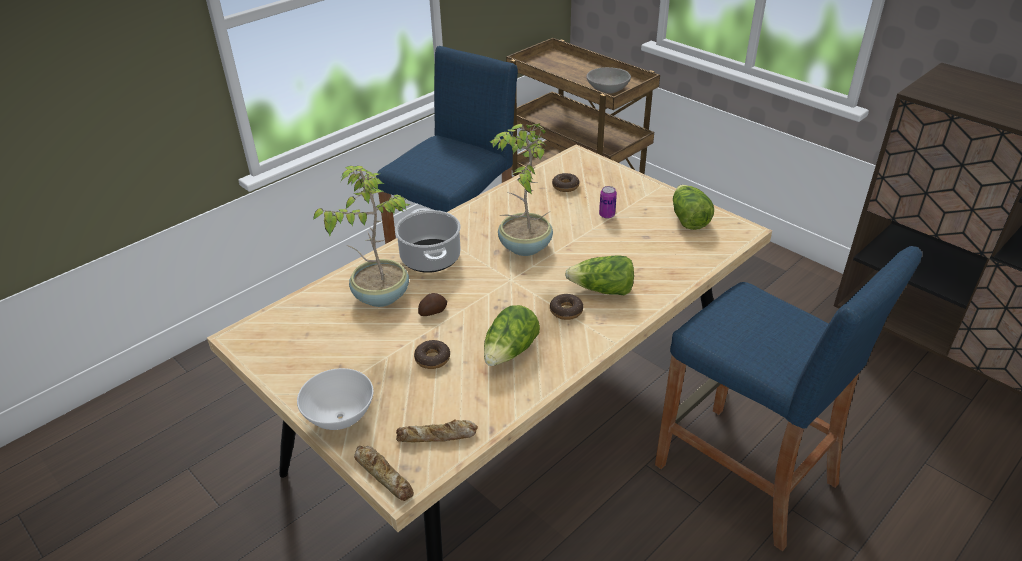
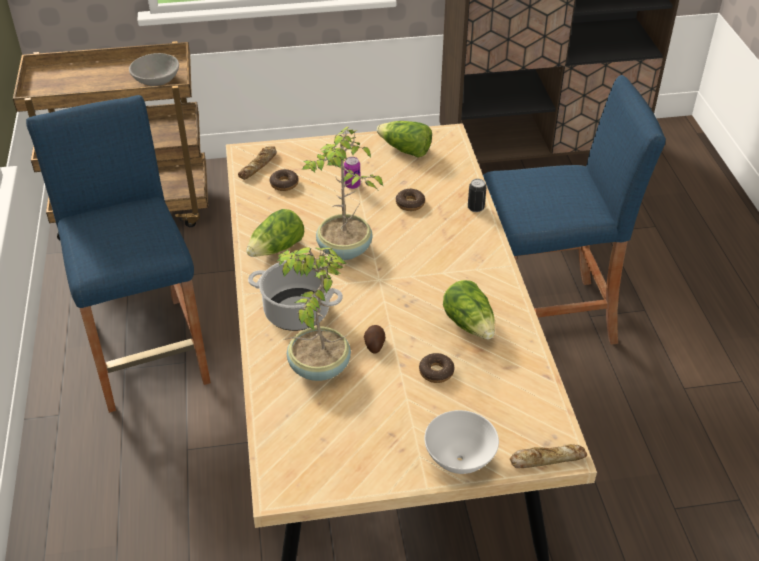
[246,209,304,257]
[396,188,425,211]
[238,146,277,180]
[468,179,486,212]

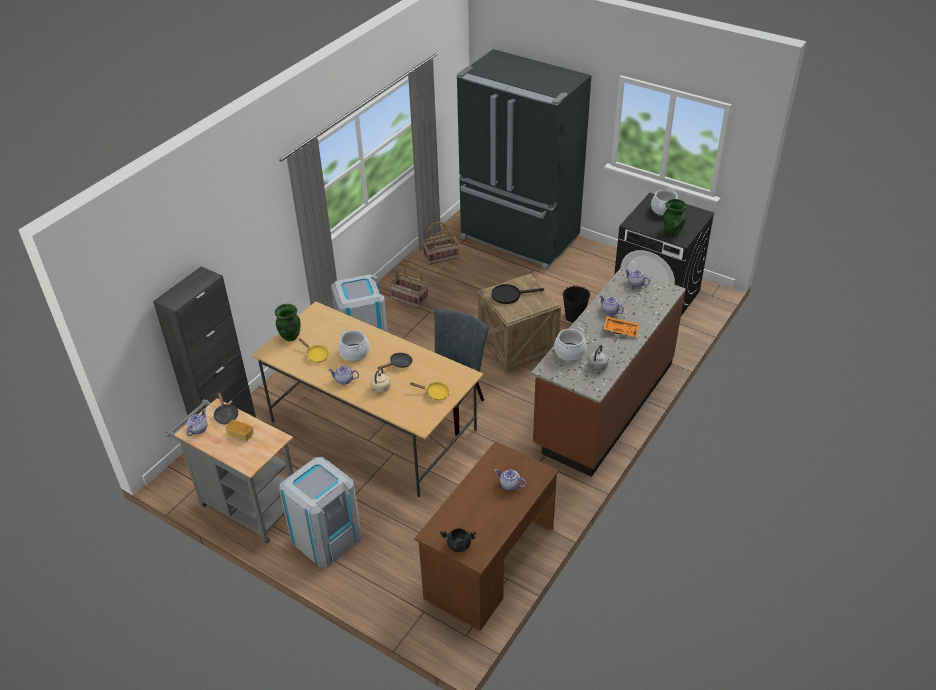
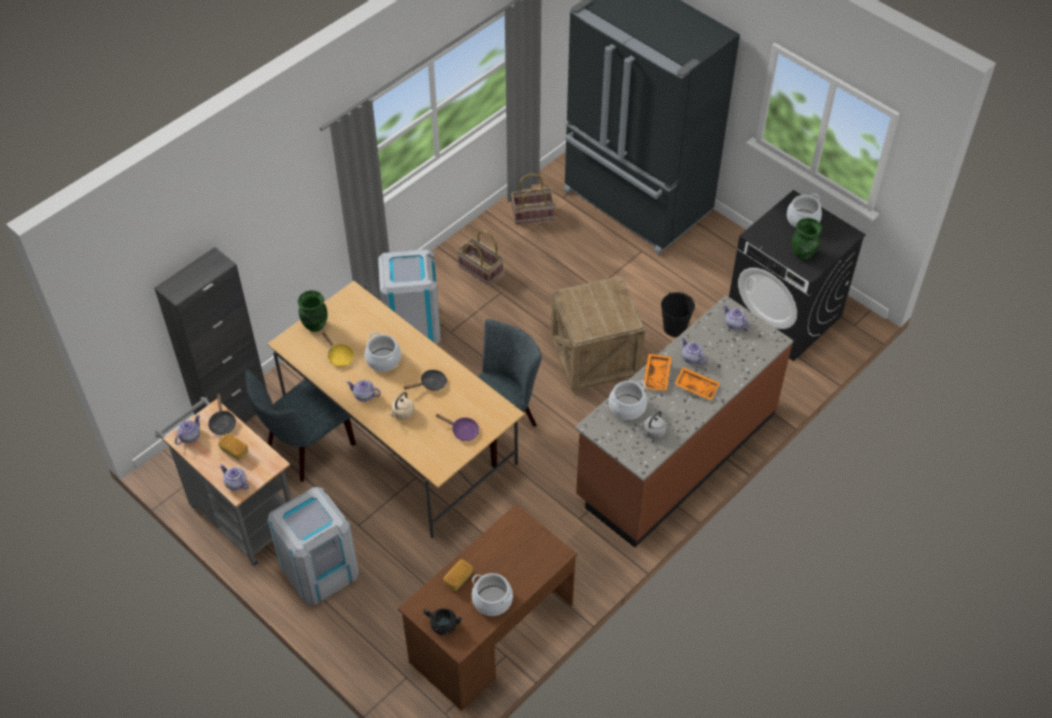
[492,284,544,304] (first image)
[435,414,479,441]
[220,464,249,490]
[643,354,672,391]
[245,369,356,482]
[443,560,473,591]
[472,573,513,616]

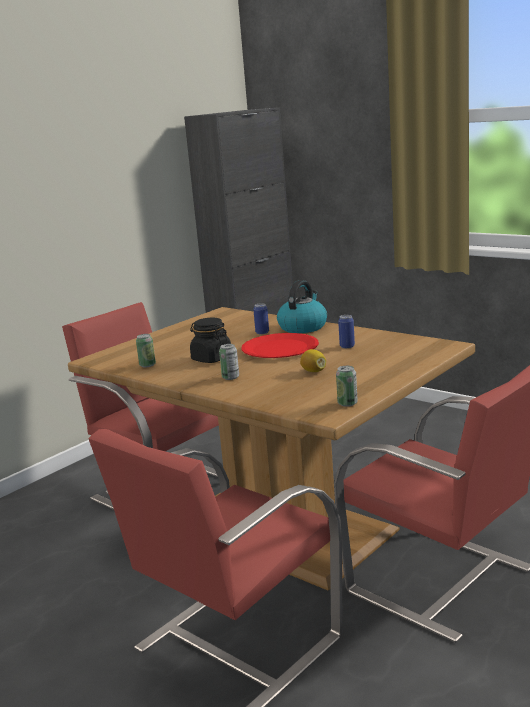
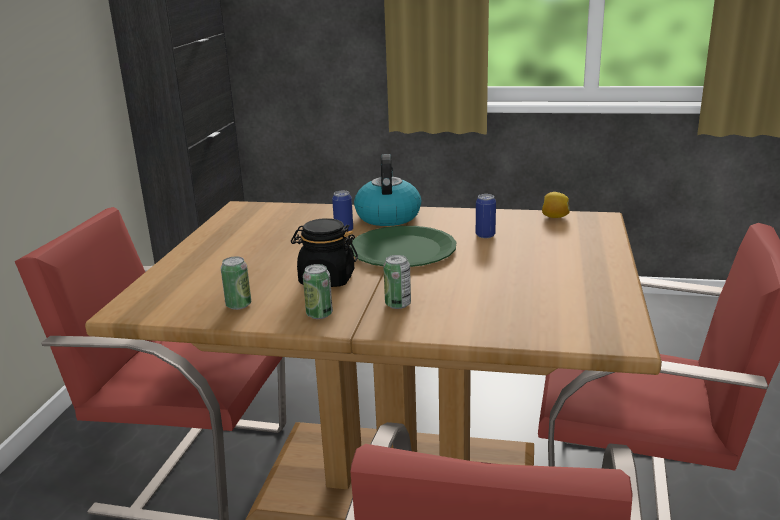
[350,226,456,267]
[542,192,570,218]
[303,264,333,319]

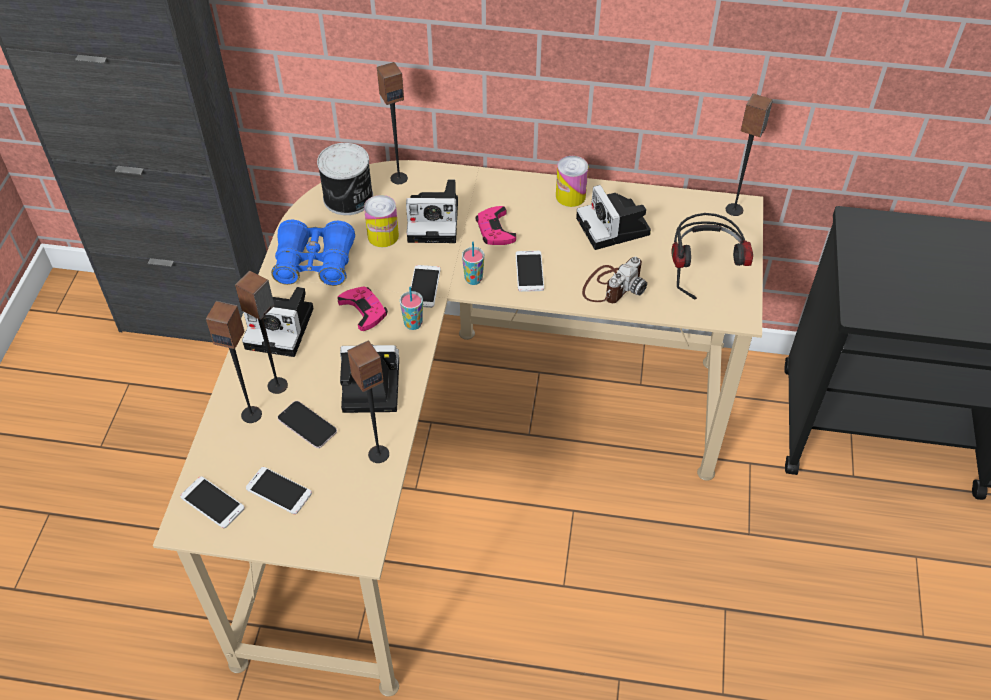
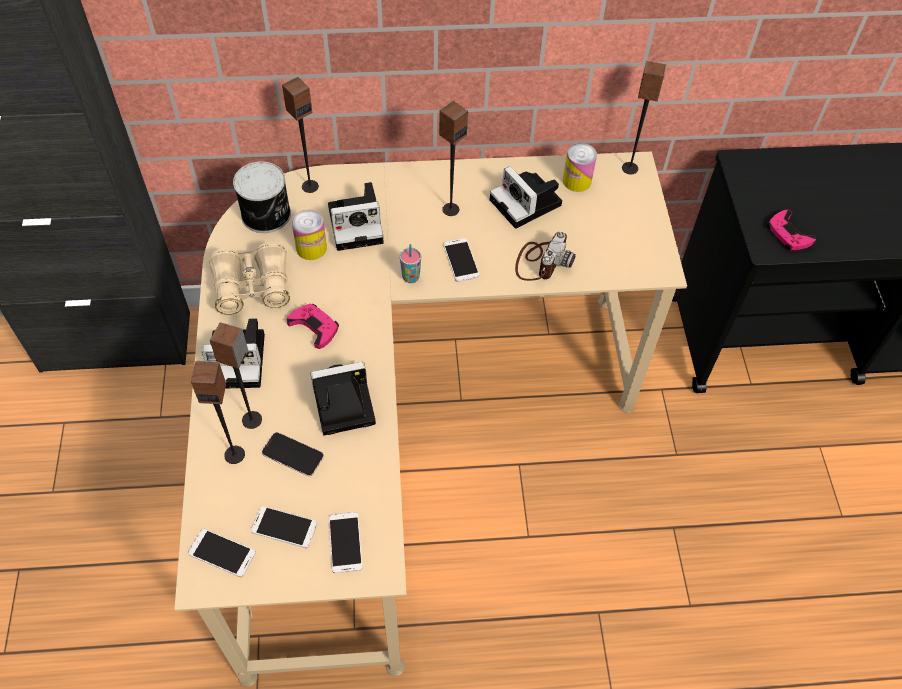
[563,143,597,192]
[767,210,816,250]
[672,213,753,300] (first image)
[209,242,290,315]
[329,512,363,573]
[400,286,423,330] (first image)
[439,101,468,216]

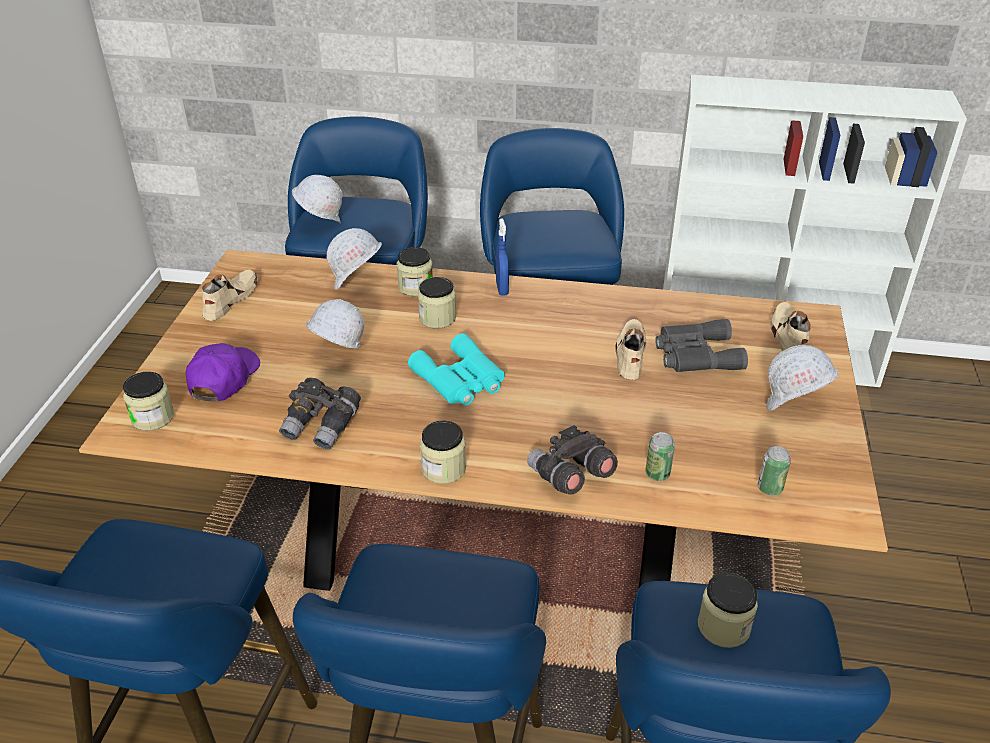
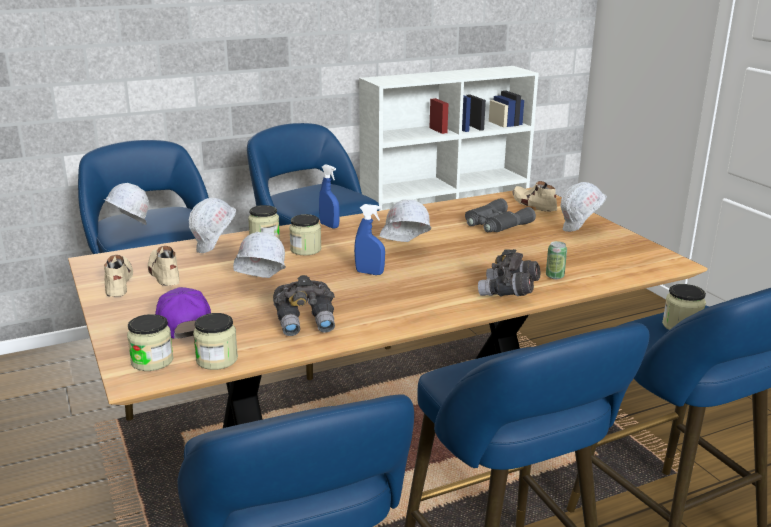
[148,246,179,286]
[354,204,385,275]
[193,313,238,370]
[758,446,791,495] (first image)
[379,199,431,242]

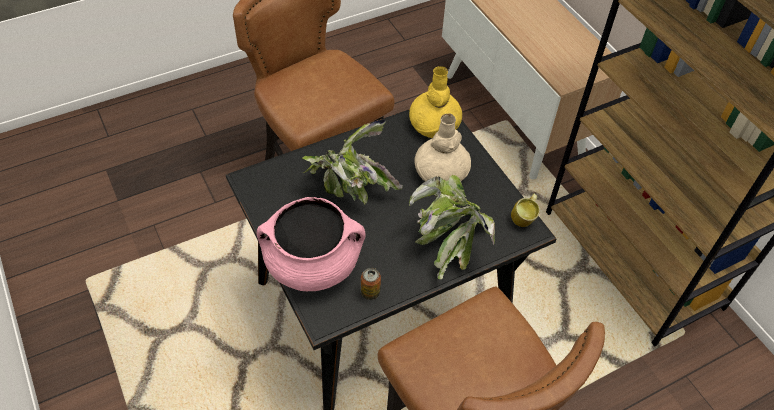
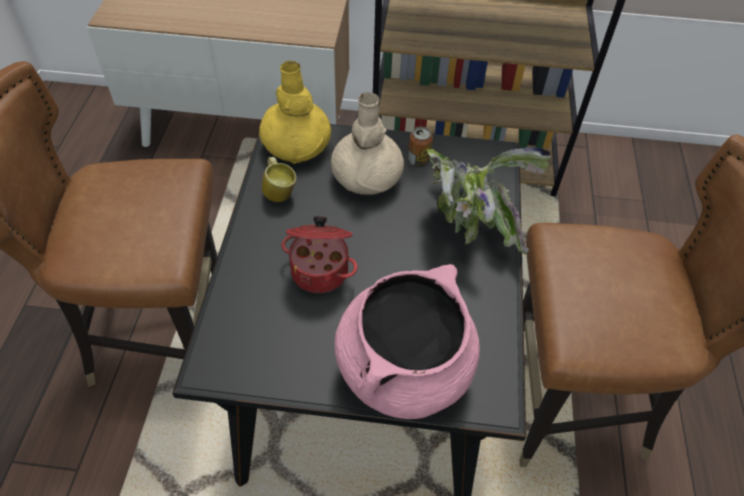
[282,216,358,293]
[262,157,296,202]
[408,127,433,167]

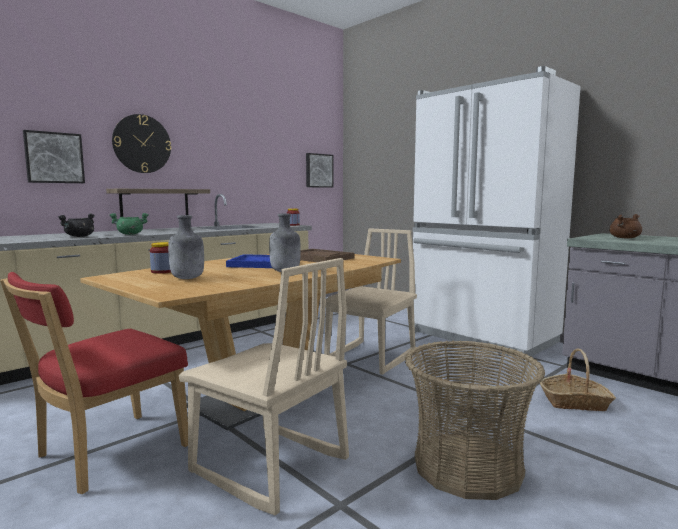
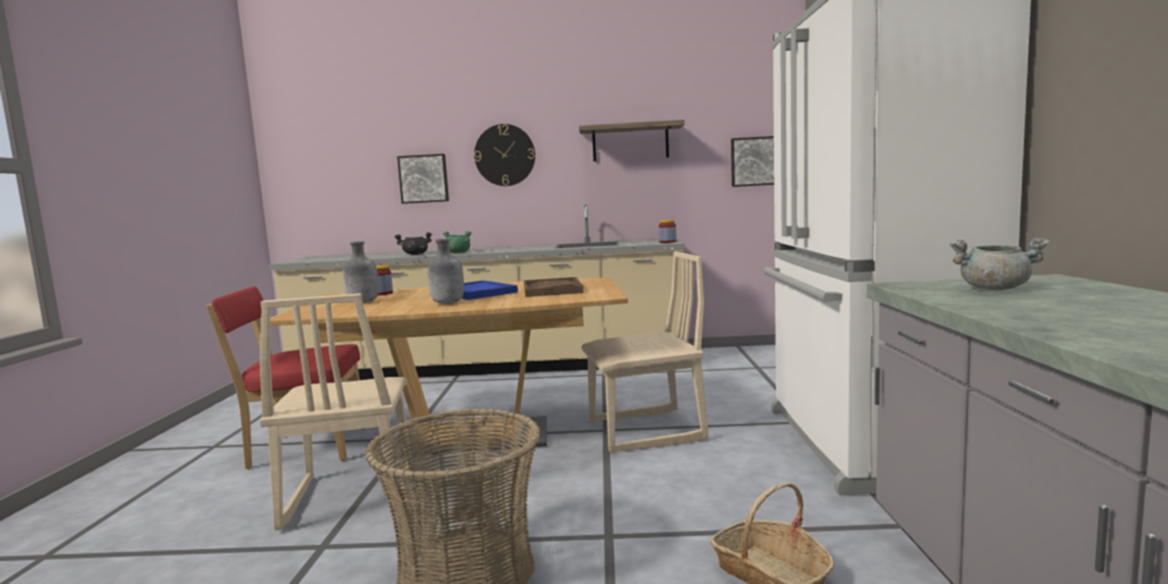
[579,120,685,161]
[950,237,1049,290]

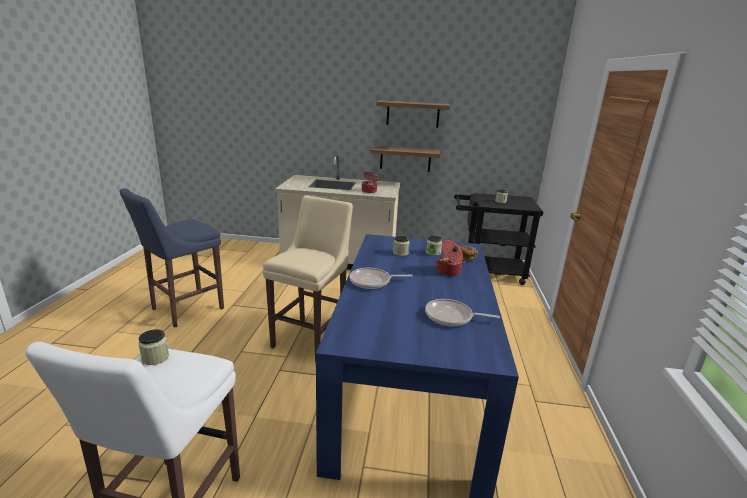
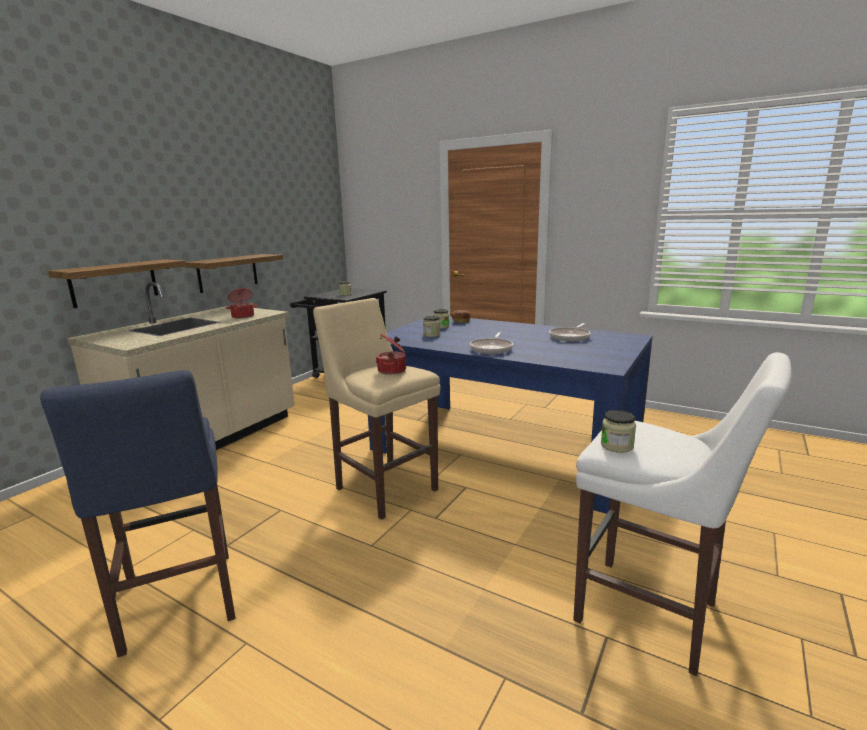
[48,259,186,308]
[376,334,406,375]

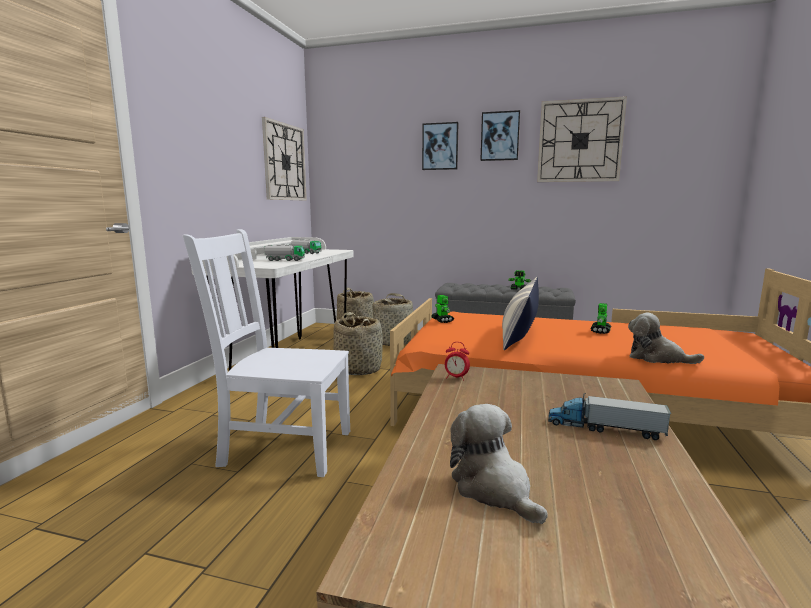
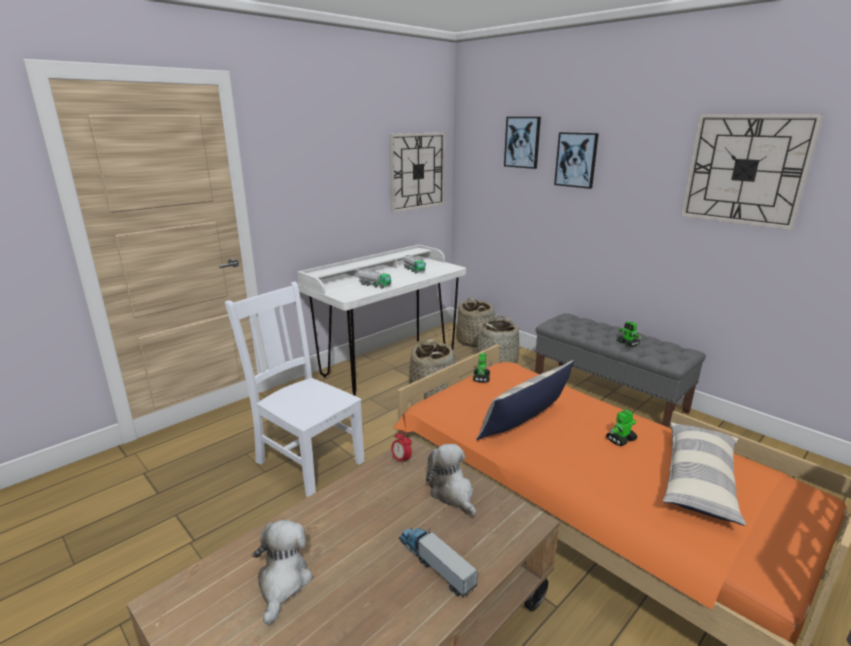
[504,117,541,169]
[426,444,476,517]
[662,422,746,526]

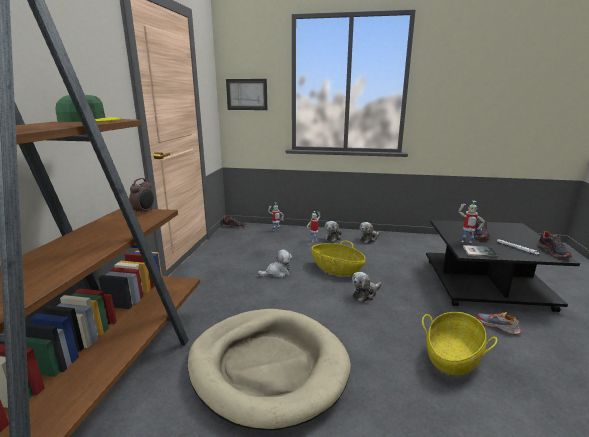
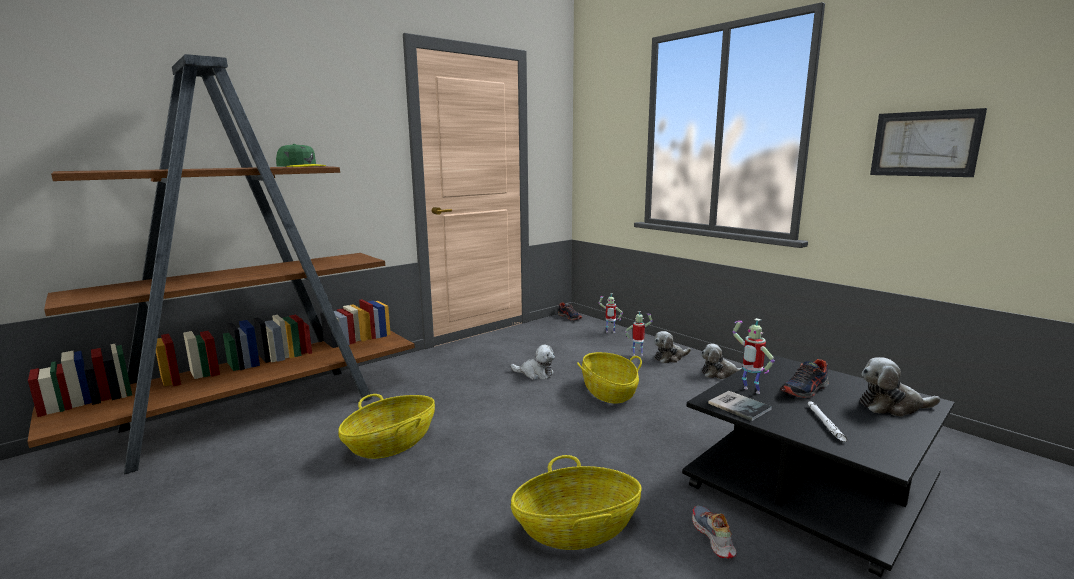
[870,108,987,177]
[129,178,154,215] (first image)
[538,231,572,257] (first image)
[860,357,940,417]
[338,394,435,459]

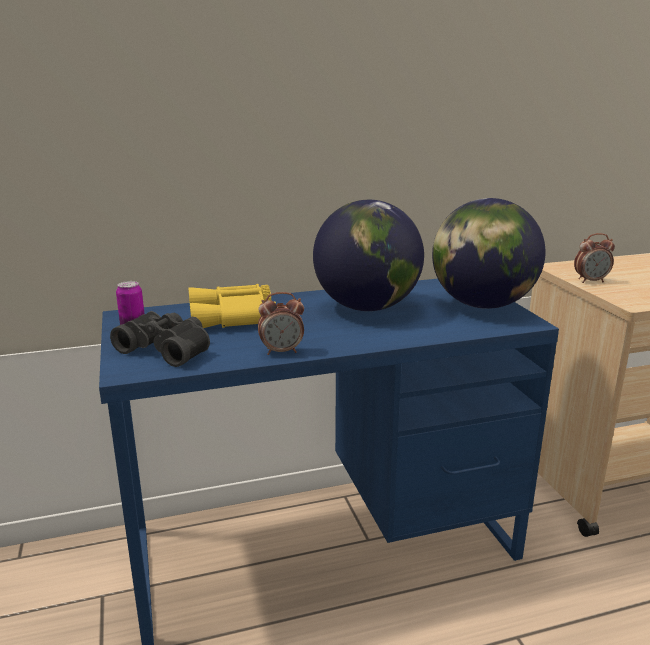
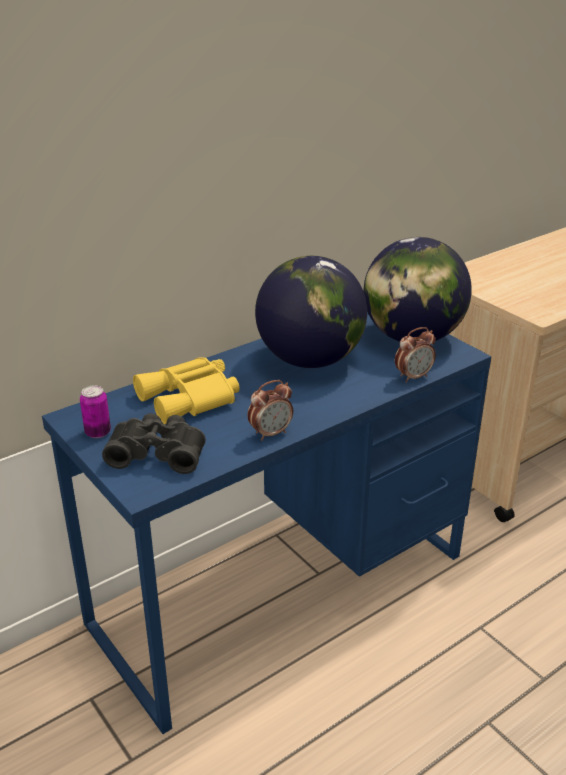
[395,327,436,383]

